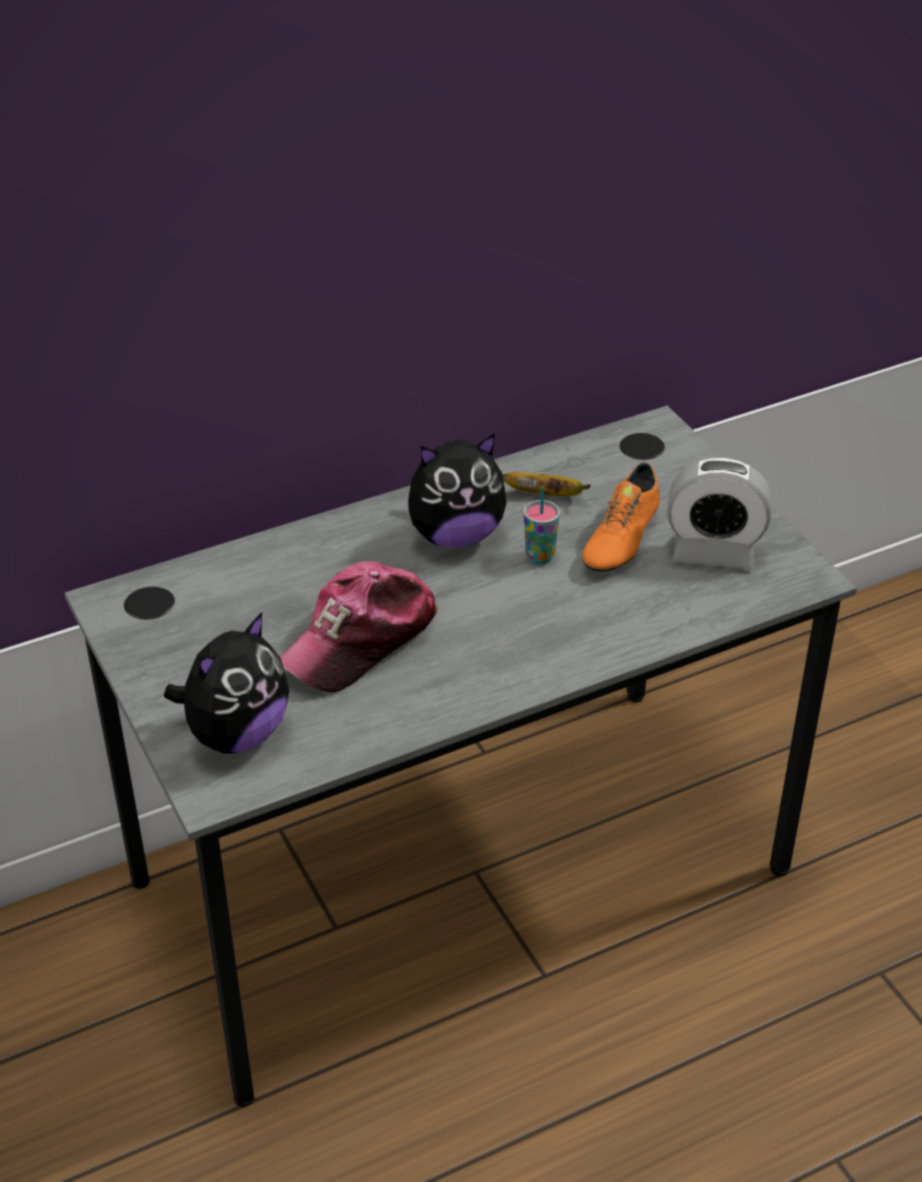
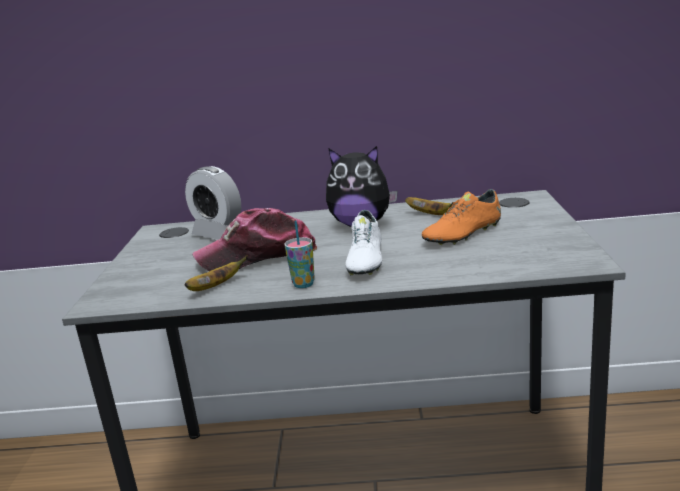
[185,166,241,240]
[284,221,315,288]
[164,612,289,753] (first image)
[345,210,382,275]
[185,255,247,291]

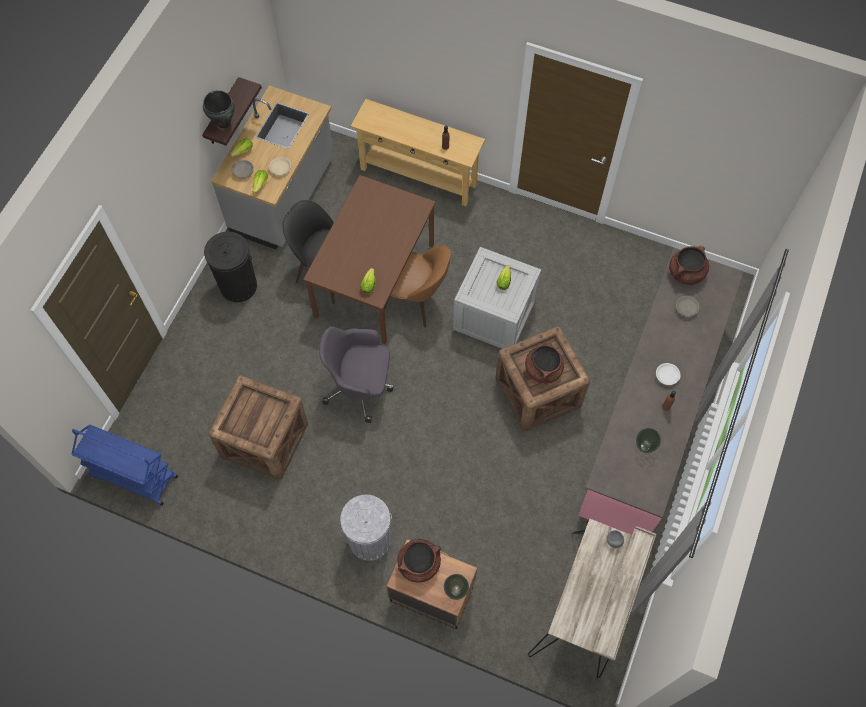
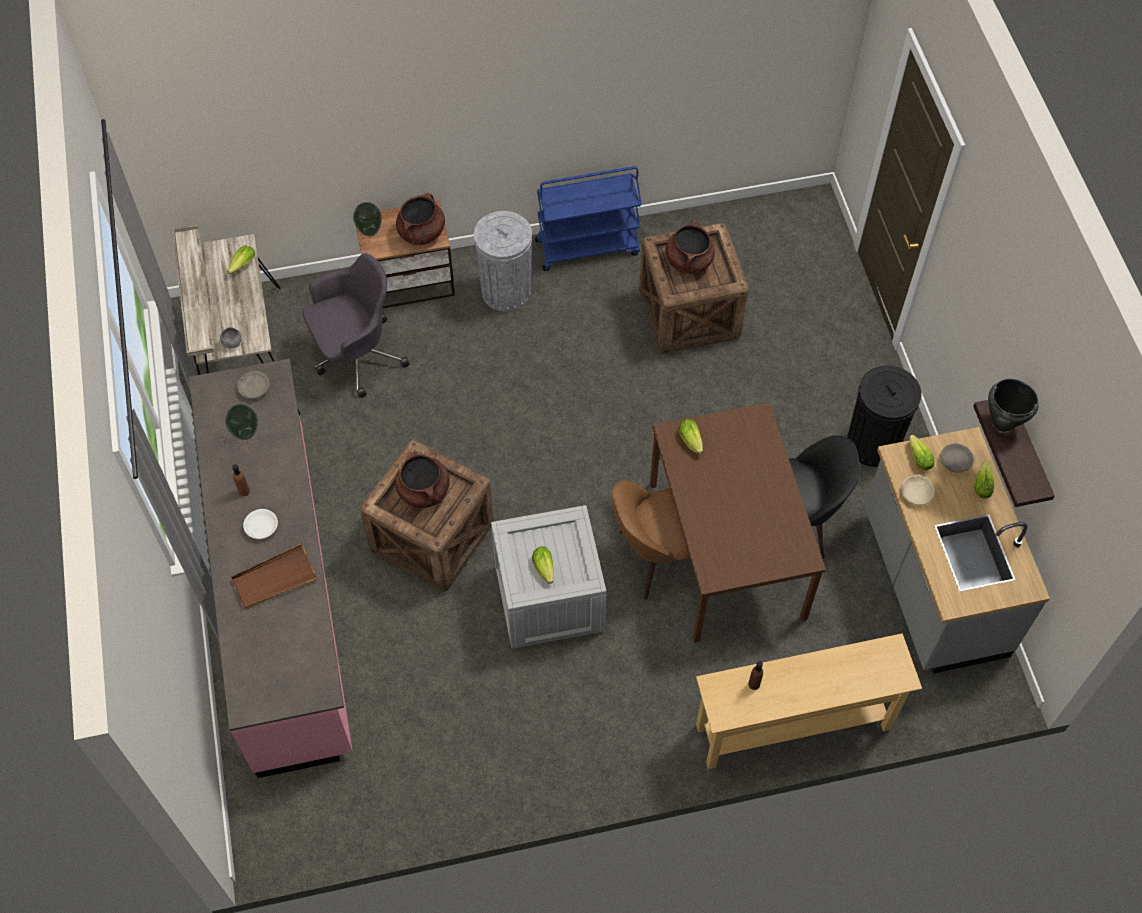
[666,219,715,274]
[237,371,270,399]
[303,253,410,398]
[535,166,642,271]
[227,246,255,274]
[231,543,317,610]

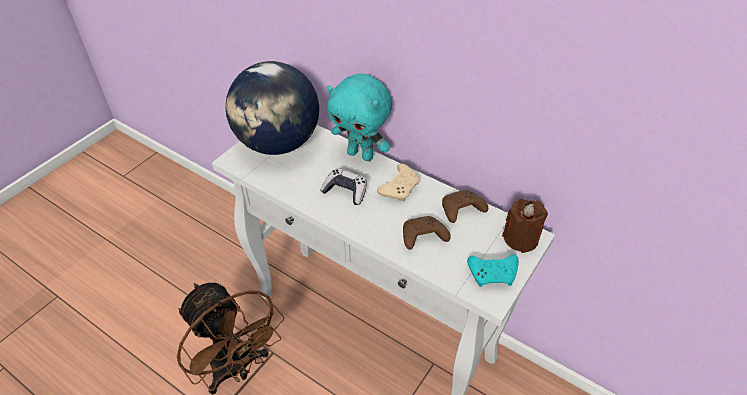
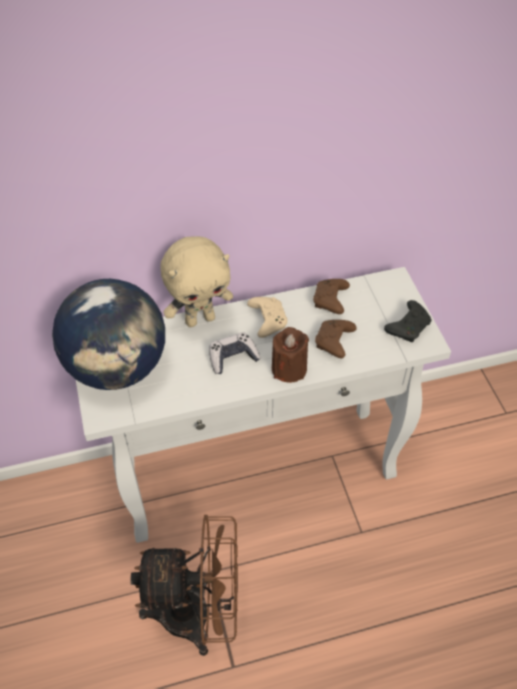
[160,236,233,327]
[272,327,309,383]
[384,300,432,342]

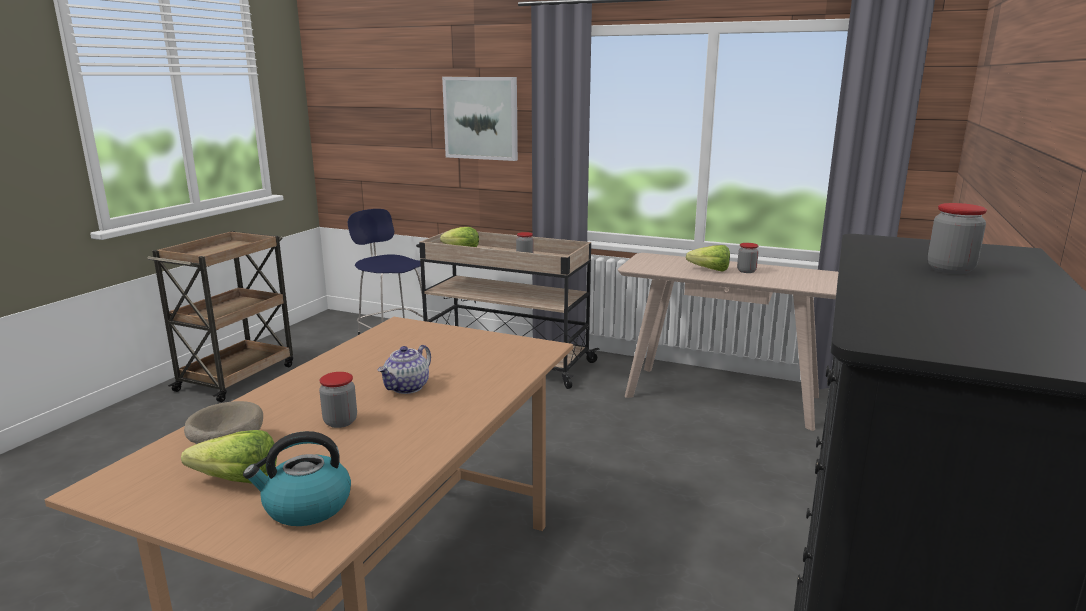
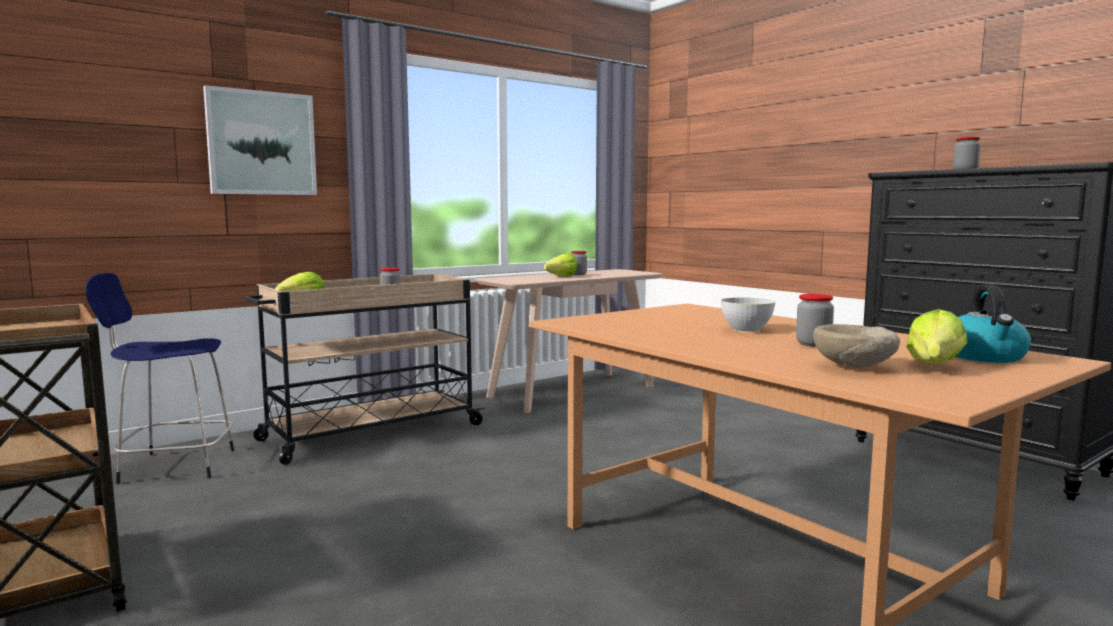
[721,297,776,332]

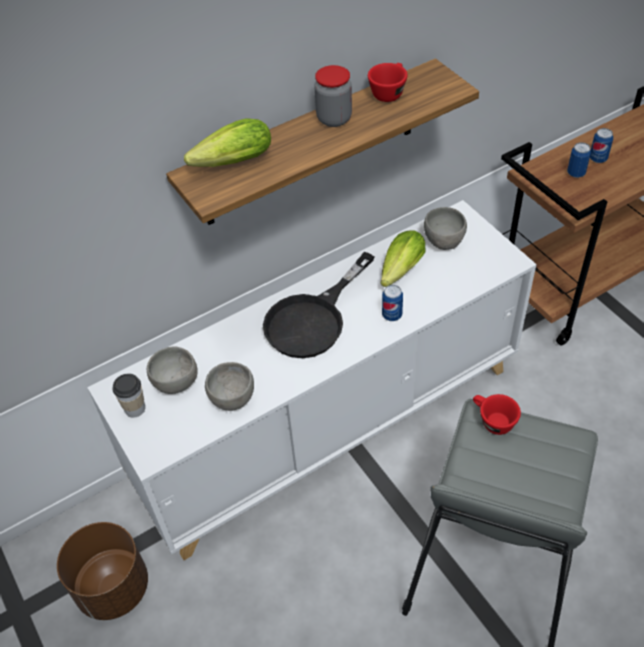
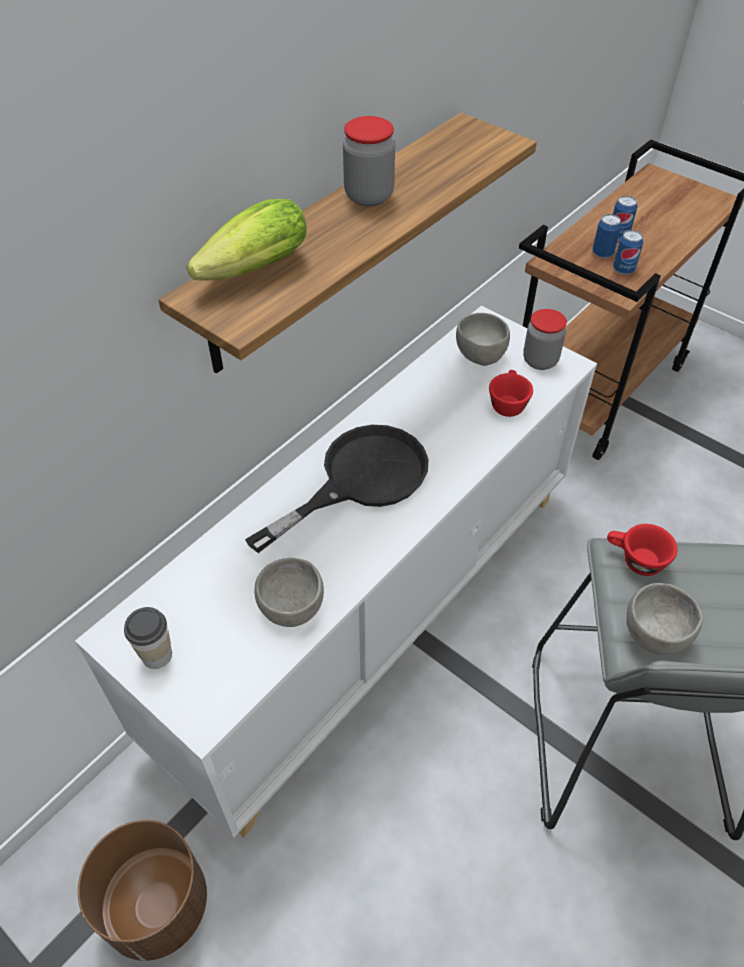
[489,370,533,417]
[381,230,425,287] (first image)
[245,425,429,553]
[613,230,643,275]
[626,583,703,655]
[523,309,567,370]

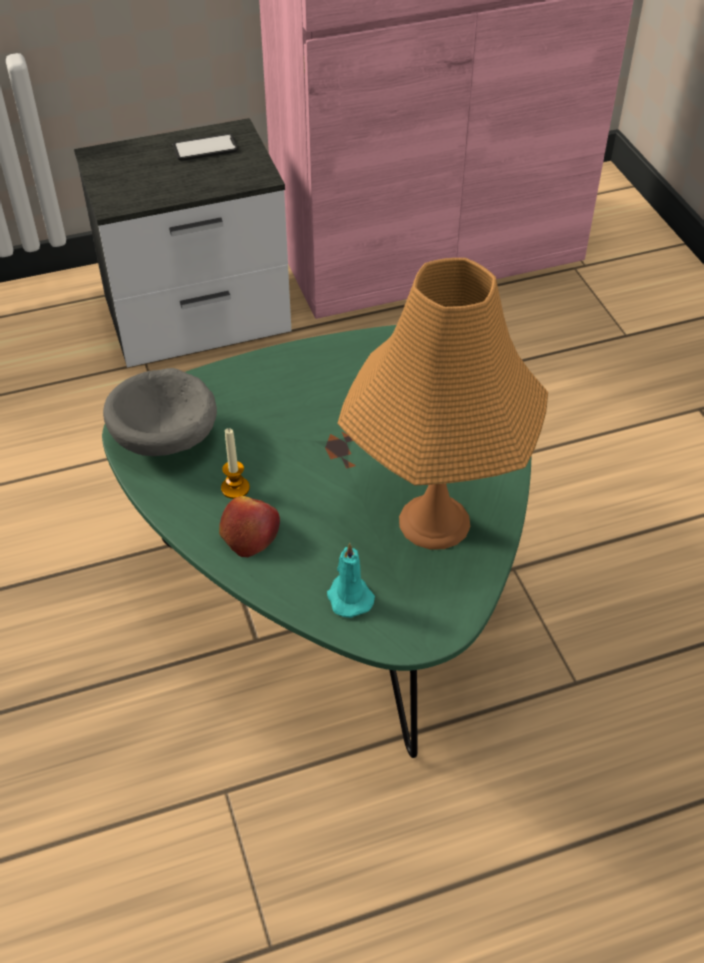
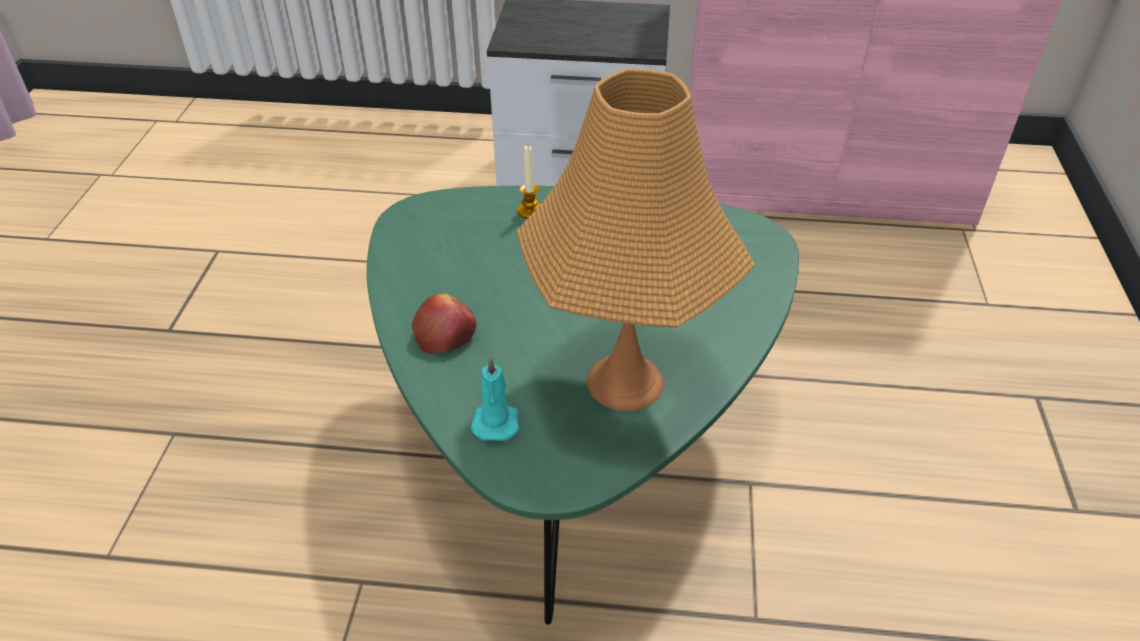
[173,133,238,160] (first image)
[103,368,217,456] (first image)
[517,146,540,219]

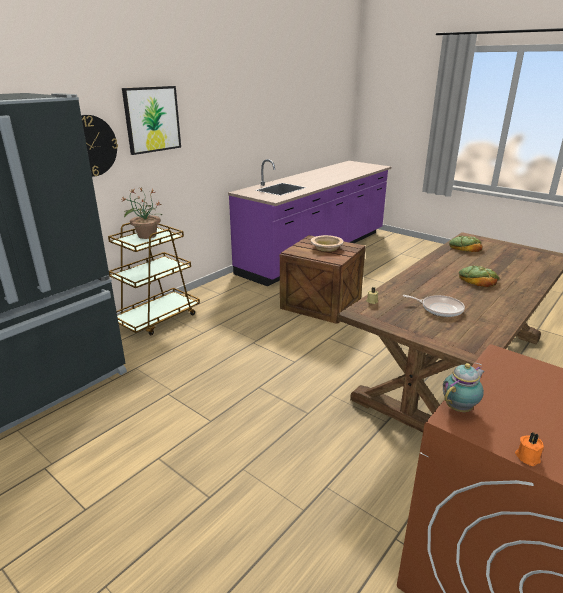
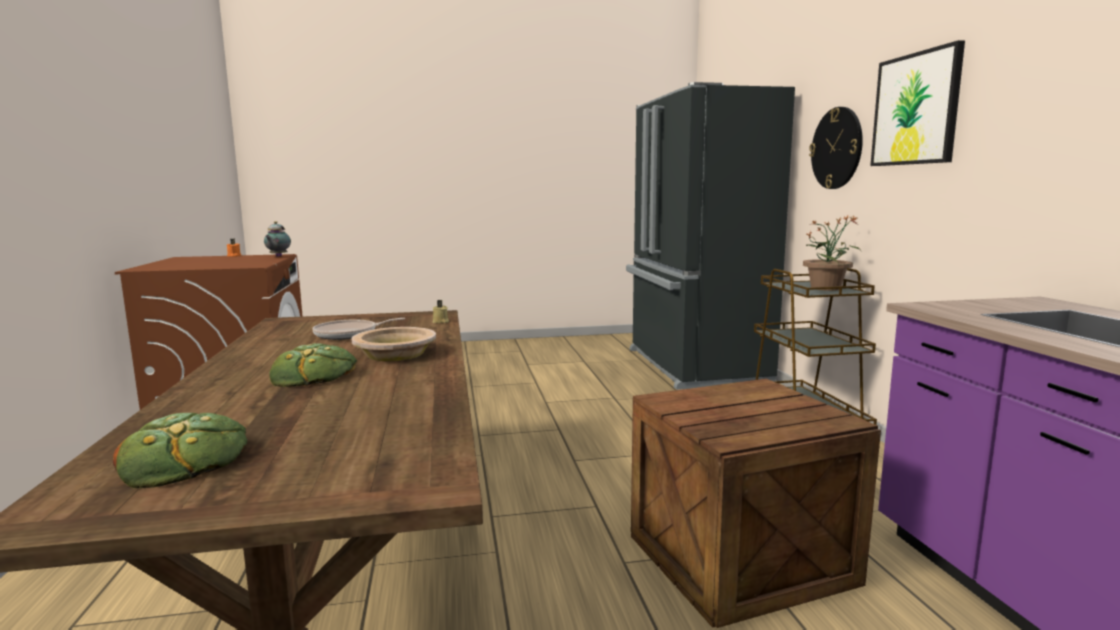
[352,327,436,361]
[113,413,247,489]

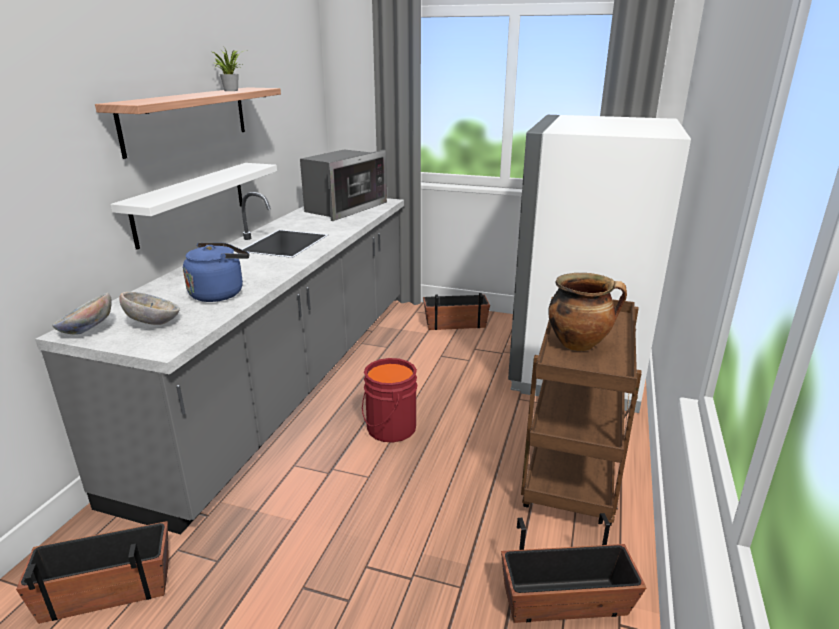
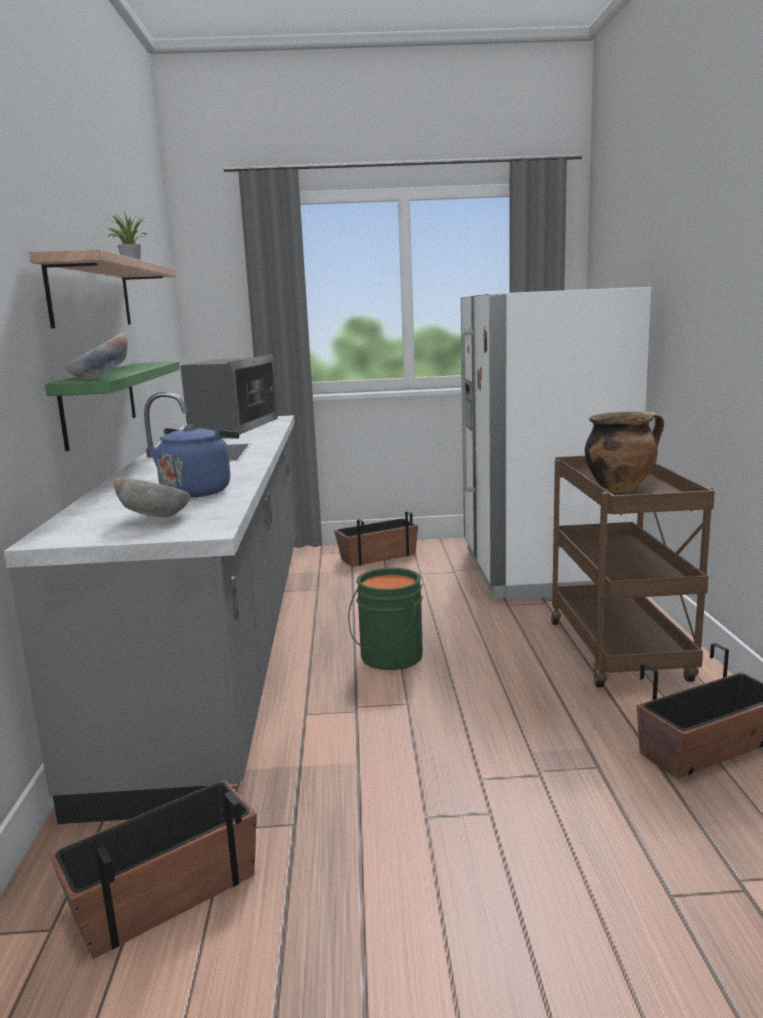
[45,361,180,451]
[64,332,128,379]
[348,568,423,670]

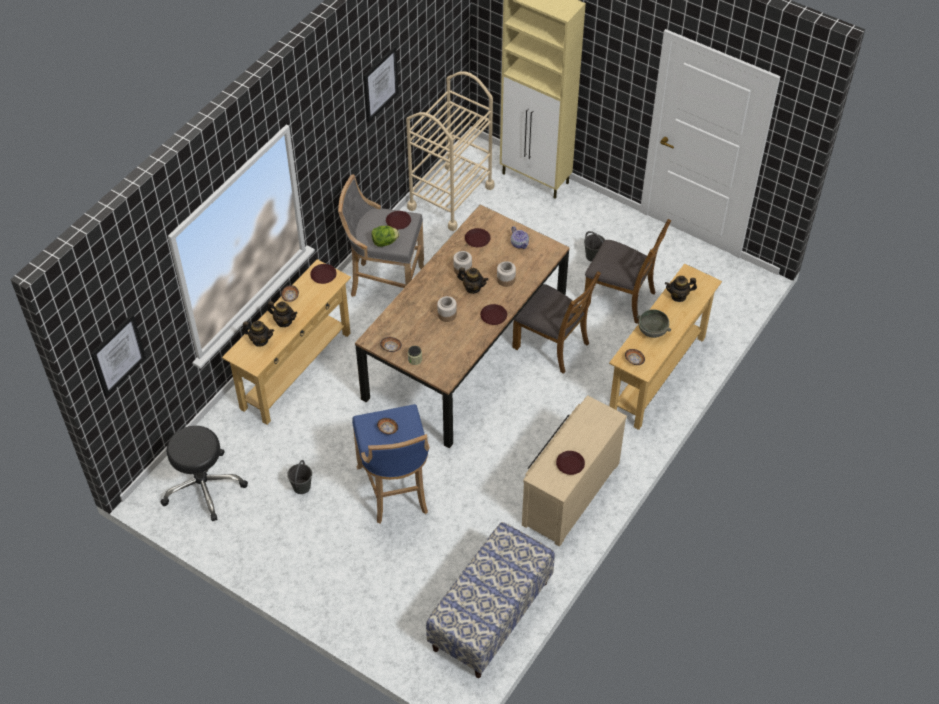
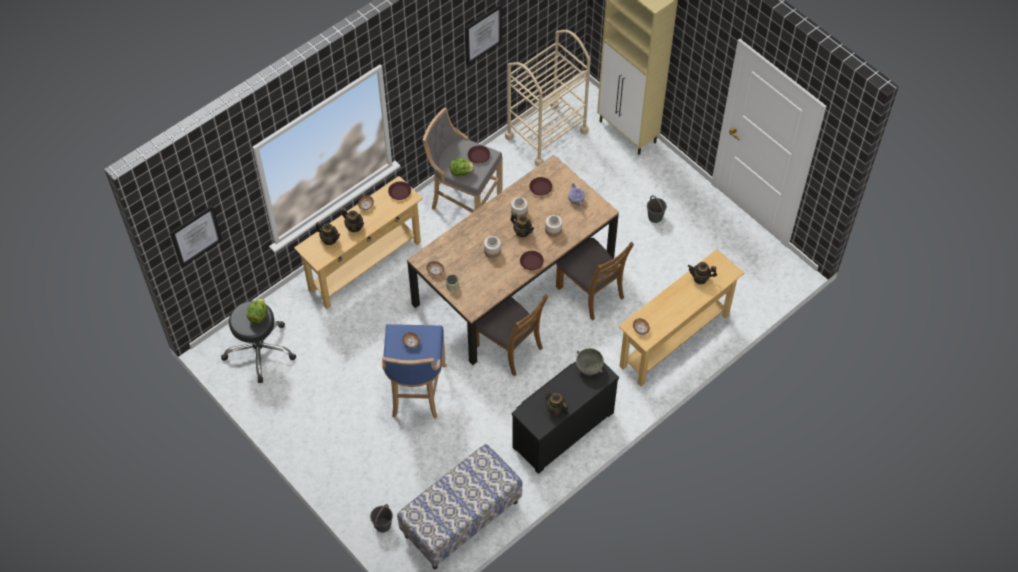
[476,294,548,376]
[576,348,604,375]
[512,361,619,474]
[544,390,568,416]
[370,504,393,532]
[247,298,267,323]

